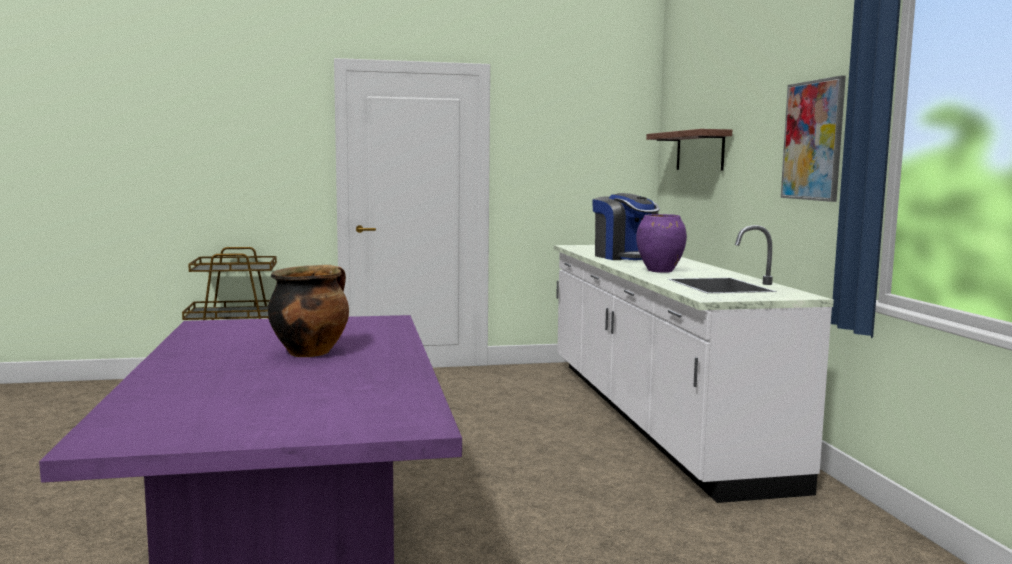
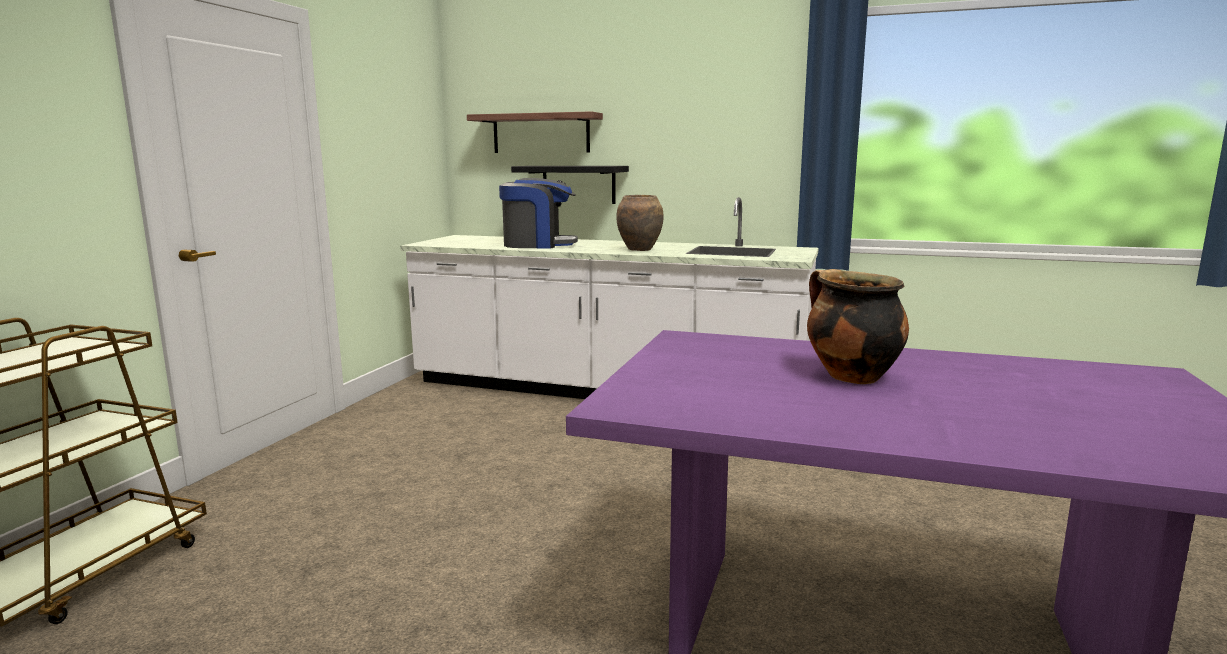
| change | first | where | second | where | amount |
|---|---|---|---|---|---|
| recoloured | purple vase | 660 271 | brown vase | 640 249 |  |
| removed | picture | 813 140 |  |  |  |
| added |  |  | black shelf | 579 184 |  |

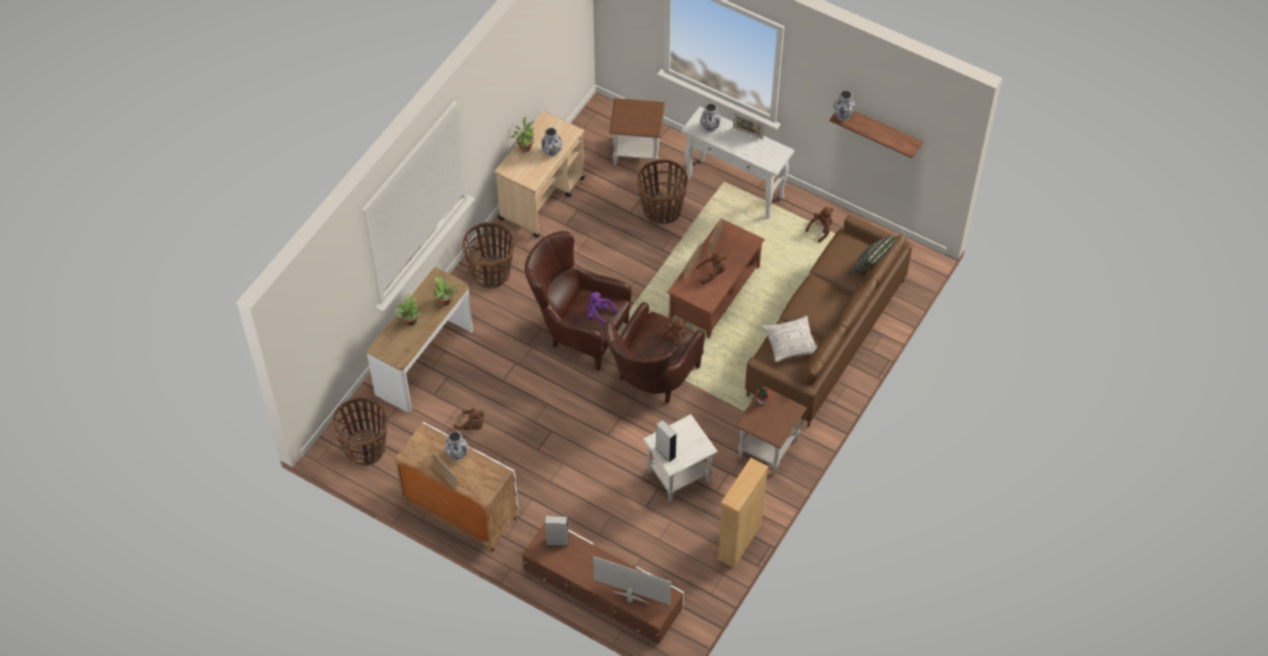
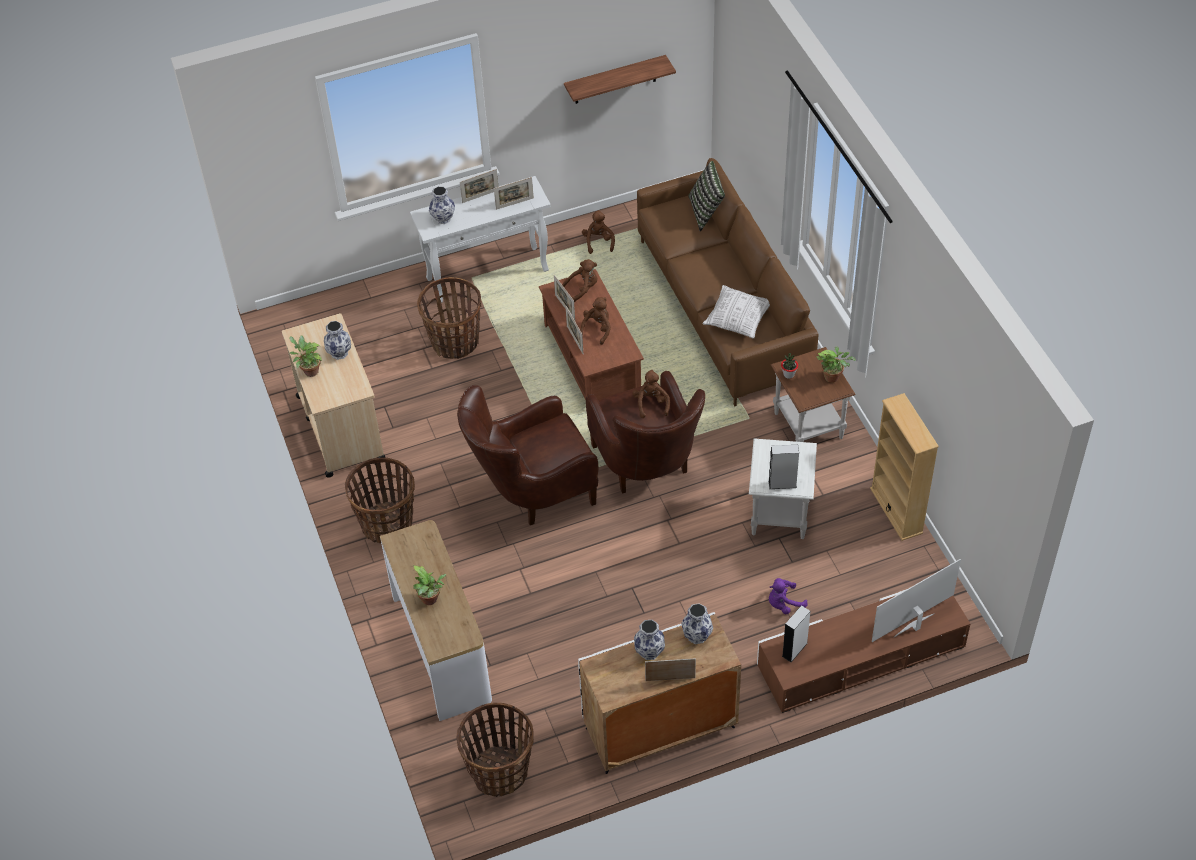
| change | first | where | second | where | amount |
|---|---|---|---|---|---|
| moved | potted plant | 445 302 |  | 833 377 |  |
| moved | brown plush toy | 472 425 |  | 583 288 |  |
| moved | purple plush toy | 599 314 |  | 784 604 |  |
| removed | brown side table | 637 152 |  |  |  |
| moved | vase | 843 115 |  | 696 636 |  |
| added |  |  | picture frame | 514 203 |  |

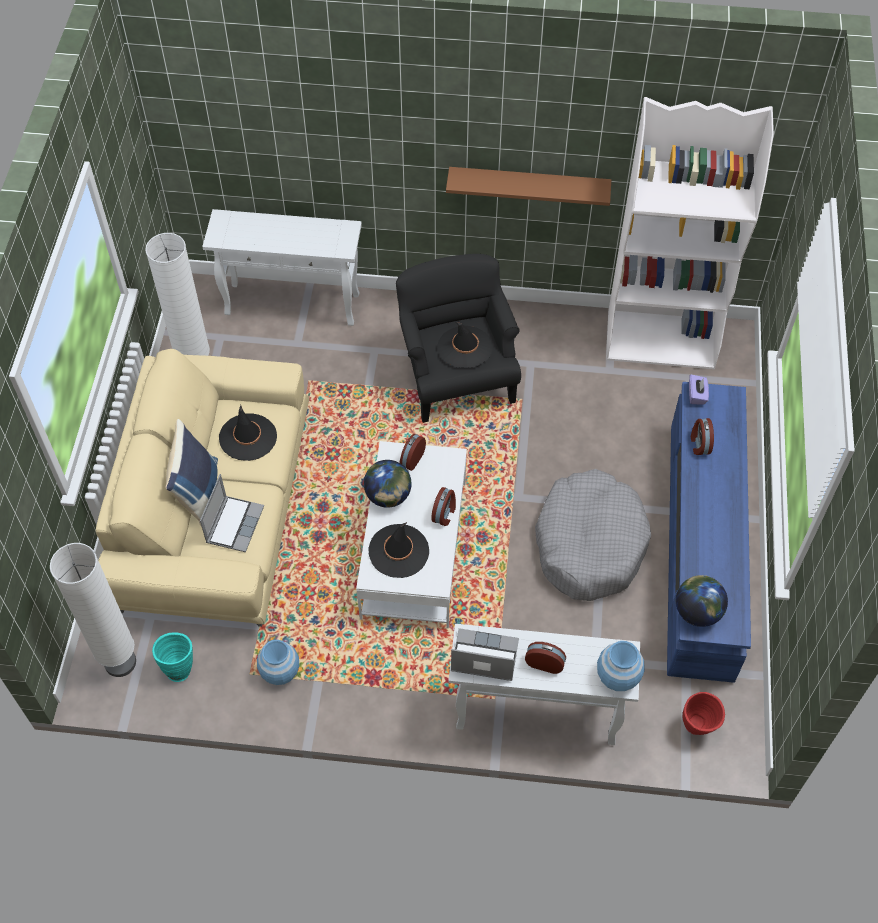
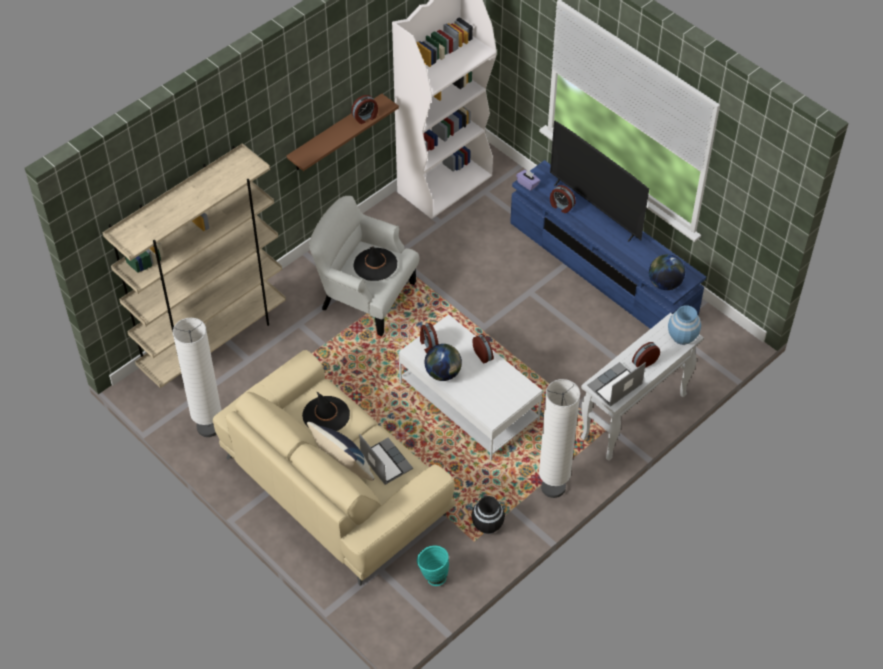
| change | first | where | second | where | amount |
|---|---|---|---|---|---|
| moved | white floor lamp | 120 662 |  | 553 487 |  |
| replaced | white console table | 293 304 | beige bookcase | 214 341 |  |
| recoloured | blue vase | 280 671 | black vase | 487 524 |  |
| removed | black hat | 399 551 |  |  |  |
| recoloured | black armchair | 456 376 | white armchair | 365 296 |  |
| removed | grey dog bed | 589 543 |  |  |  |
| removed | red vase | 697 729 |  |  |  |
| added |  |  | alarm clock | 365 117 |  |
| added |  |  | television | 595 209 |  |

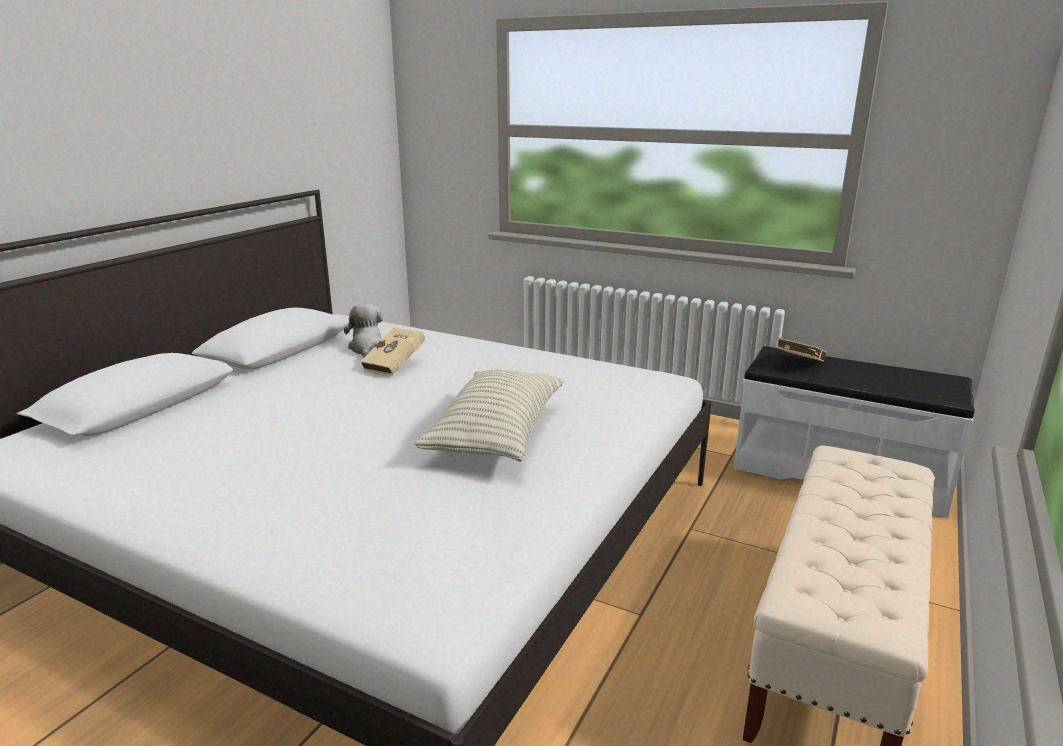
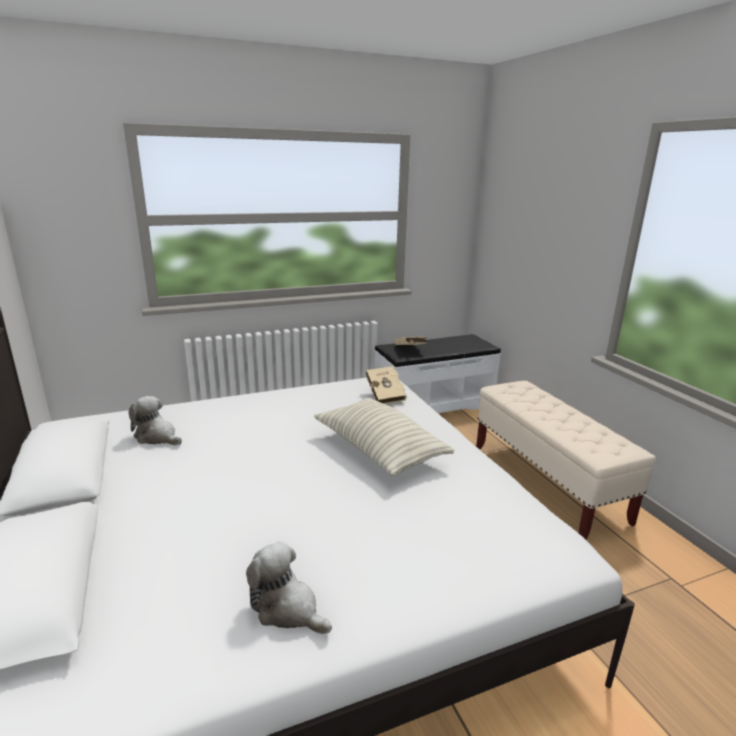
| change | first | where | second | where | amount |
|---|---|---|---|---|---|
| moved | beige book | 397 365 |  | 385 395 |  |
| added |  |  | plush toy | 287 608 |  |

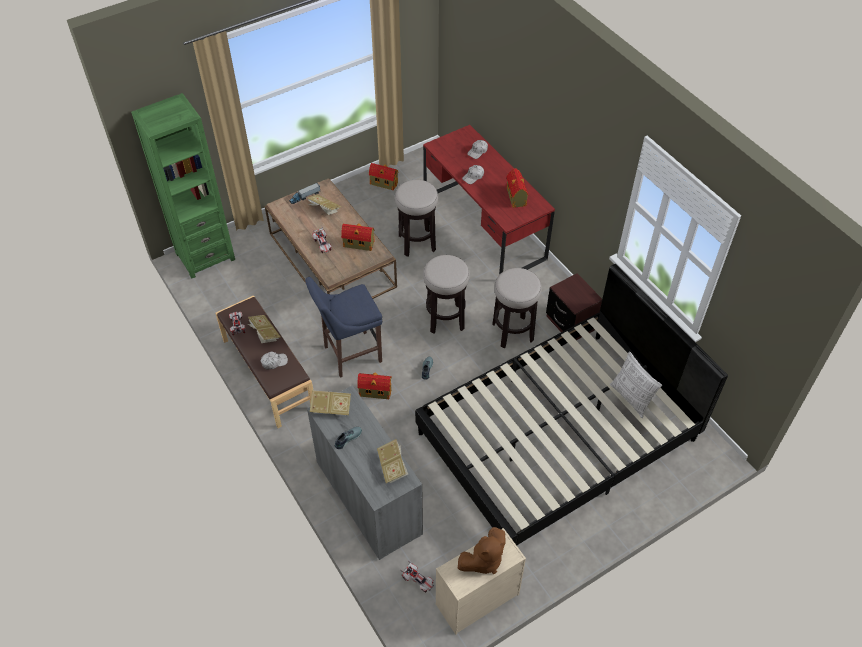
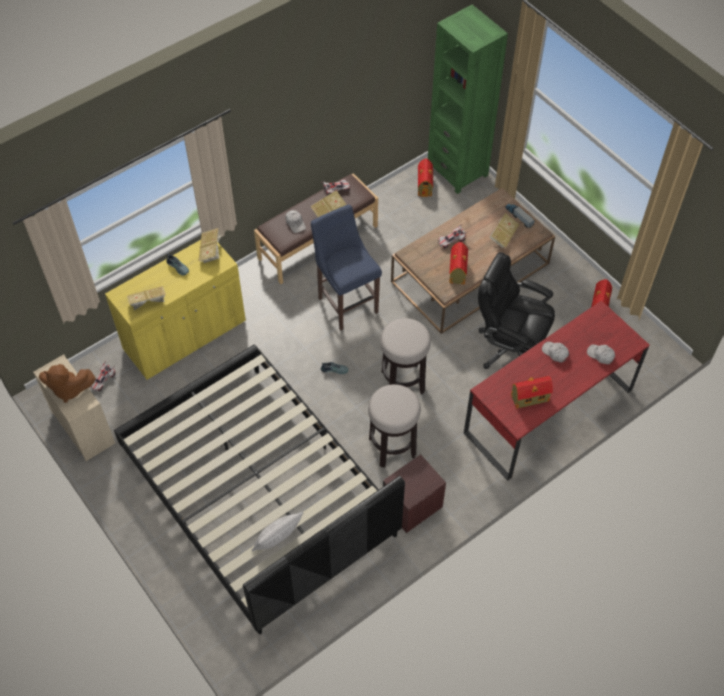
| change | first | where | second | where | amount |
|---|---|---|---|---|---|
| recoloured | grey cabinet | 369 498 | yellow cabinet | 185 336 |  |
| moved | toy house | 374 391 |  | 424 185 |  |
| replaced | stool | 417 243 | black office chair | 510 347 |  |
| turned | brown plush toy | 483 560 |  | 68 389 | 45 degrees counterclockwise |

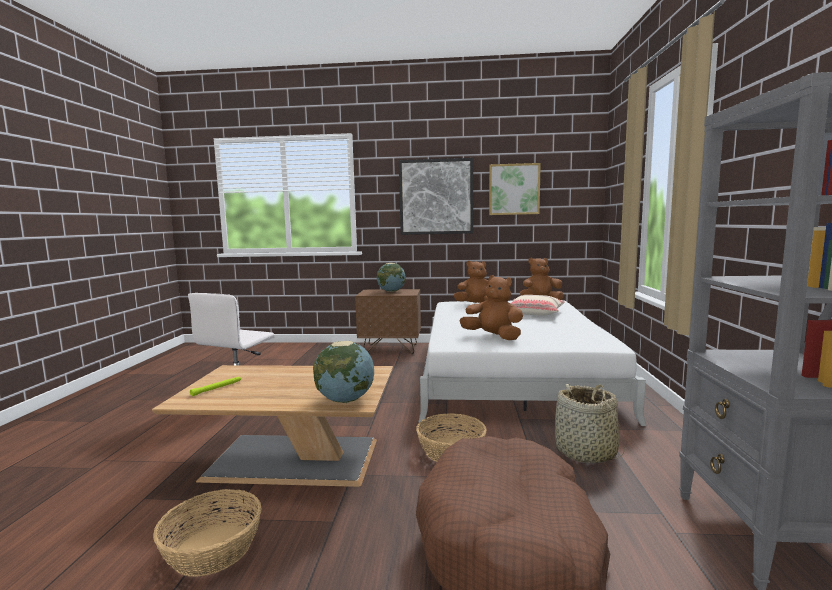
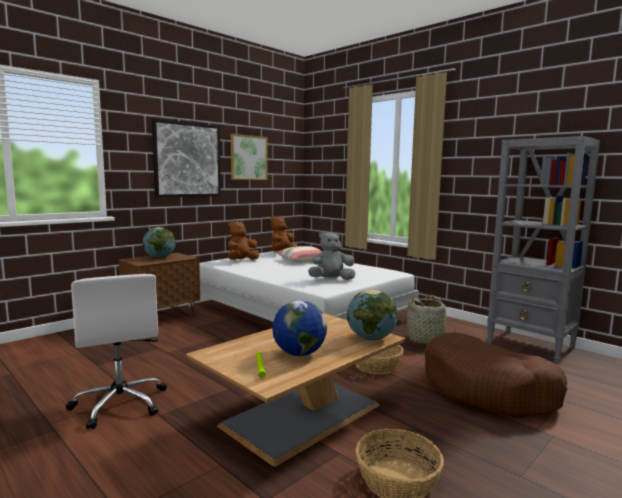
| change | first | where | second | where | amount |
|---|---|---|---|---|---|
| recoloured | brown plush toy | 493 337 | grey plush toy | 331 280 |  |
| added |  |  | globe | 299 354 |  |

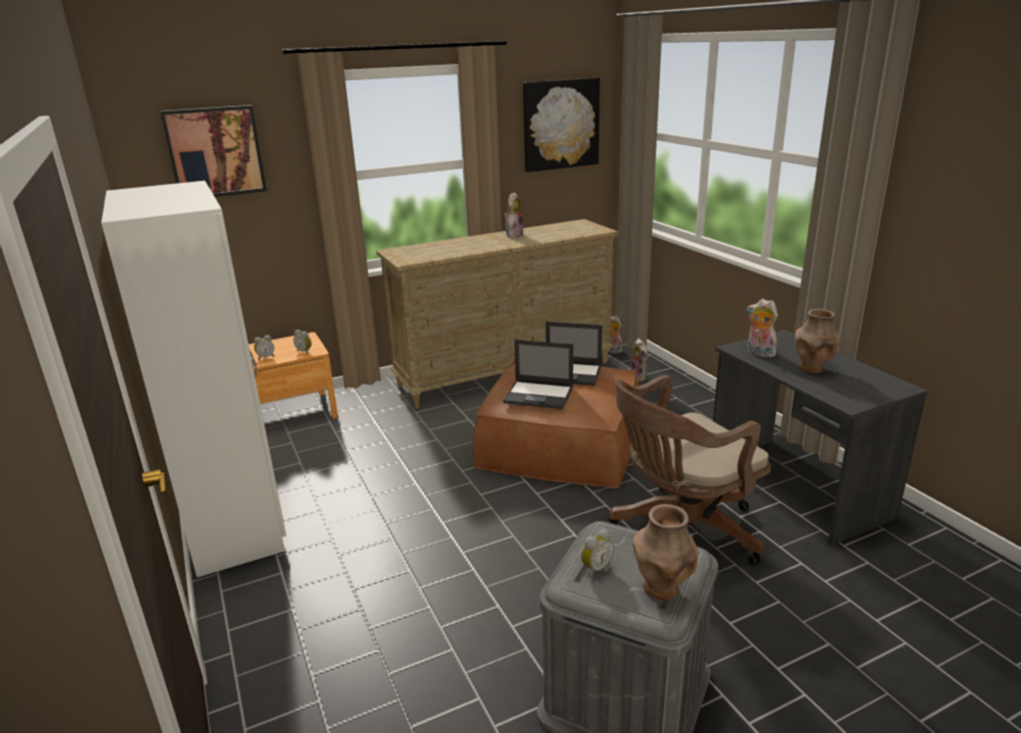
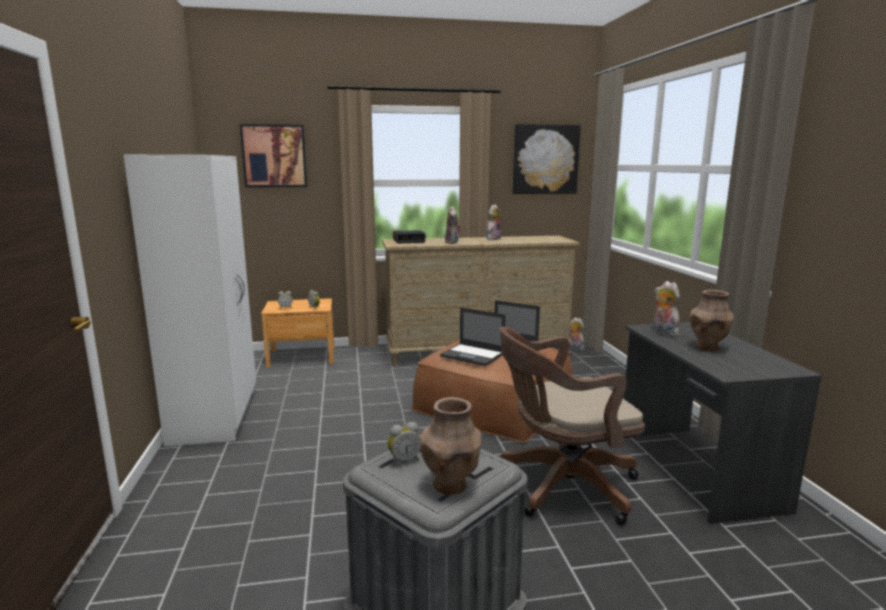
| change | first | where | second | where | amount |
|---|---|---|---|---|---|
| moved | plush toy | 639 377 |  | 453 242 |  |
| added |  |  | alarm clock | 409 241 |  |

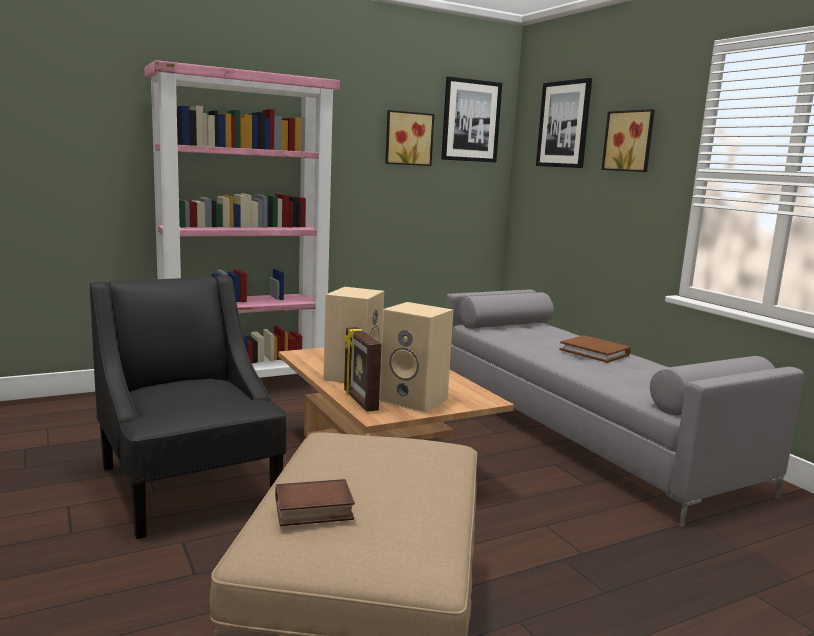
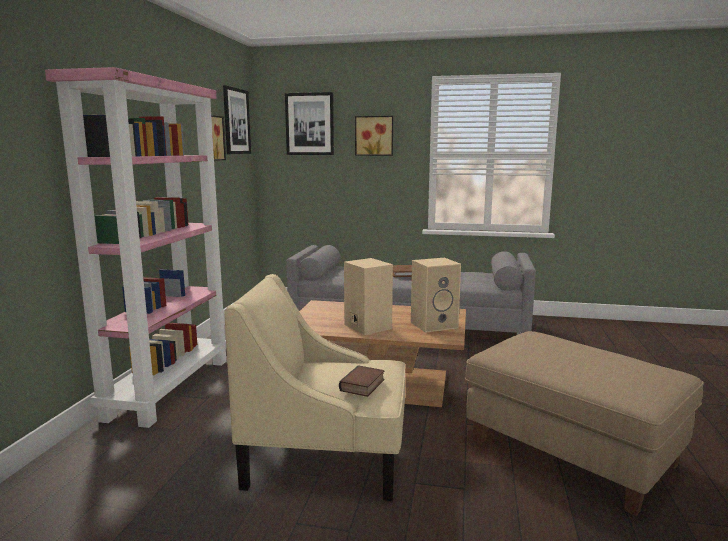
| change | first | where | second | where | amount |
|---|---|---|---|---|---|
| recoloured | black armchair | 189 485 | beige armchair | 326 458 |  |
| moved | book | 313 511 |  | 363 386 |  |
| removed | picture frame | 359 401 |  |  |  |

